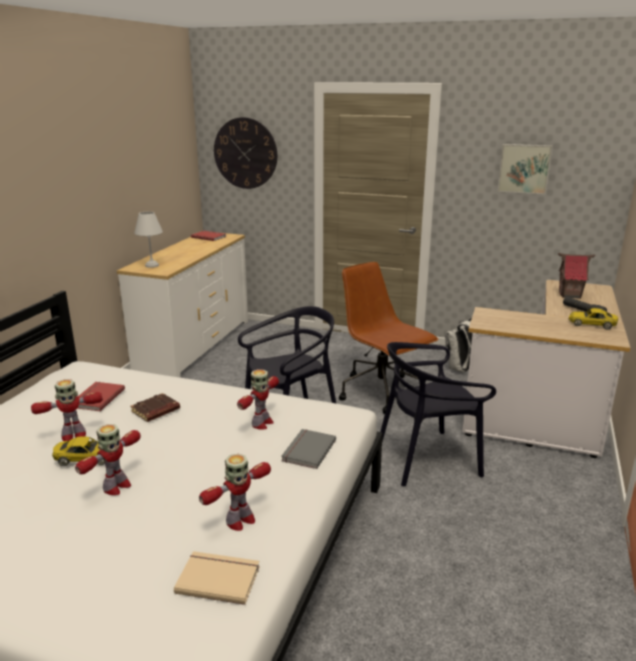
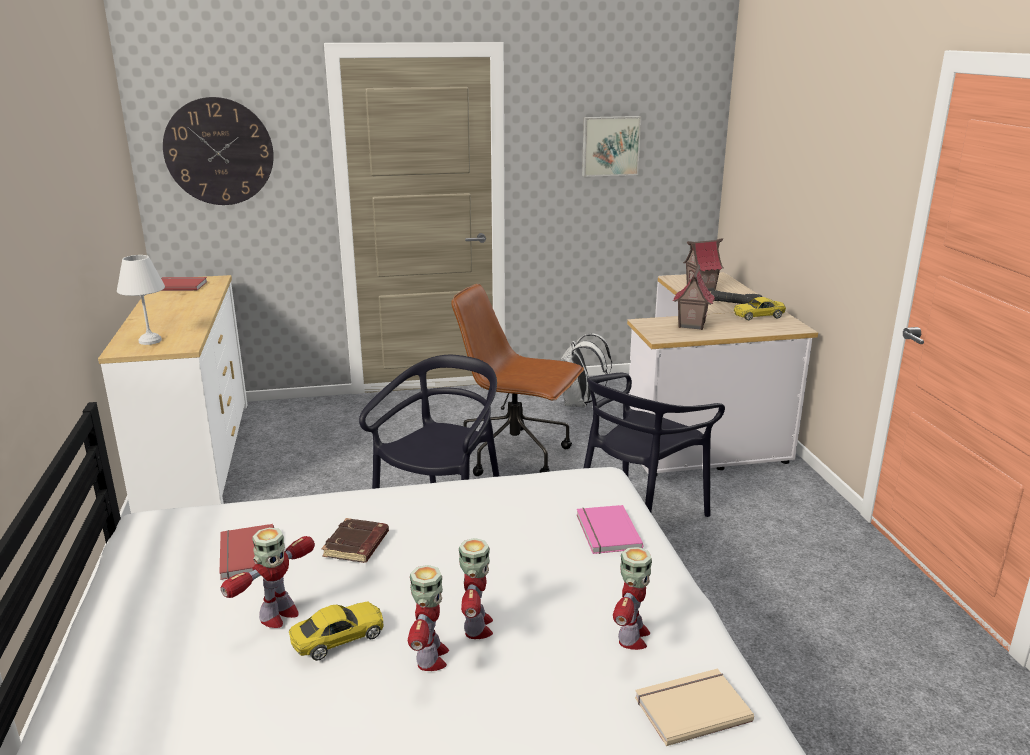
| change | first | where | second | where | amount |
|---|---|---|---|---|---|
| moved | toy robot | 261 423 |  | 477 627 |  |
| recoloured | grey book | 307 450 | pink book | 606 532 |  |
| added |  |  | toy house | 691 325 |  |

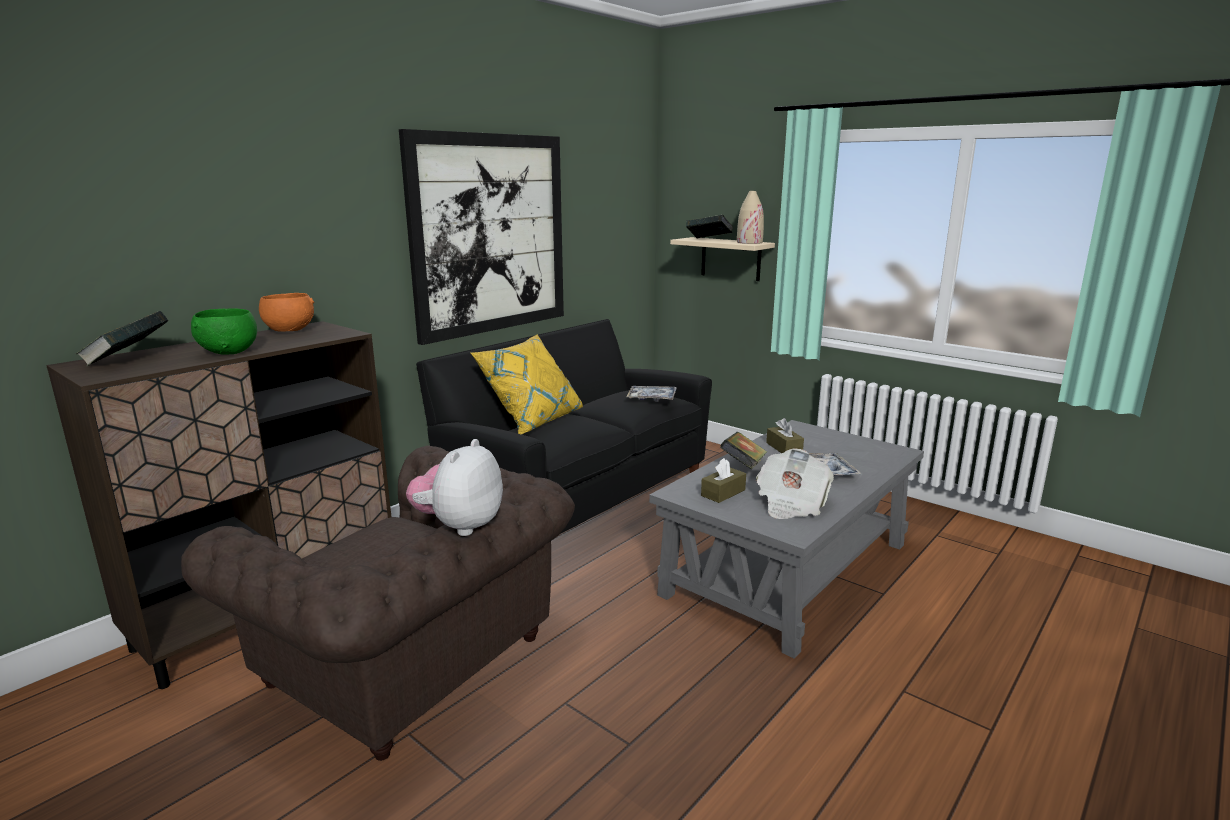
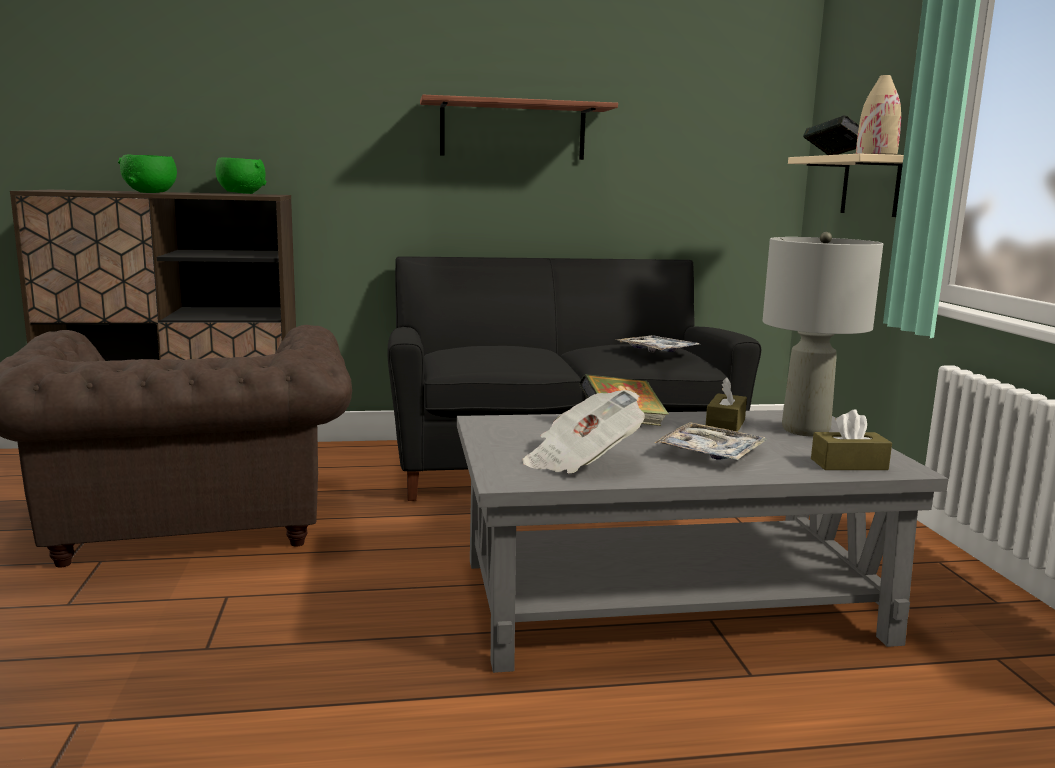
| change | first | where | second | where | amount |
|---|---|---|---|---|---|
| removed | book | 128 360 |  |  |  |
| recoloured | orange bowl | 288 330 | green bowl | 241 193 |  |
| replaced | picture | 489 234 | shelf | 513 130 |  |
| removed | plush toy | 459 526 |  |  |  |
| removed | yellow pillow | 532 420 |  |  |  |
| moved | brown tissue box | 723 493 |  | 849 464 |  |
| added |  |  | grey table lamp | 805 430 |  |

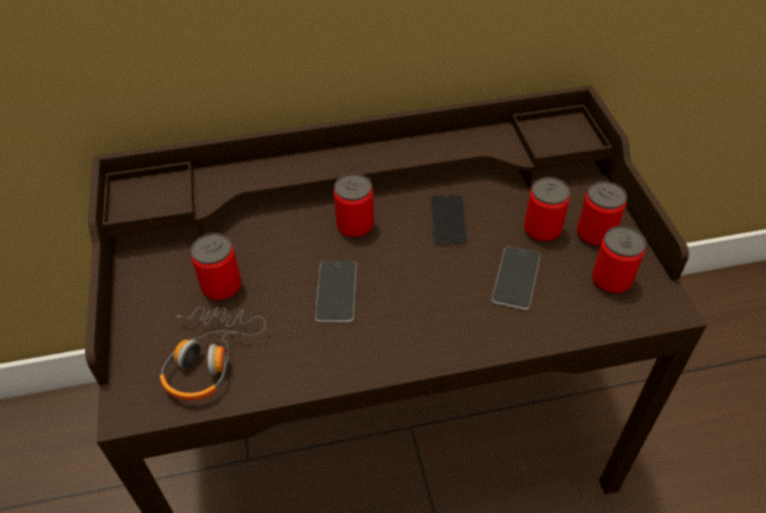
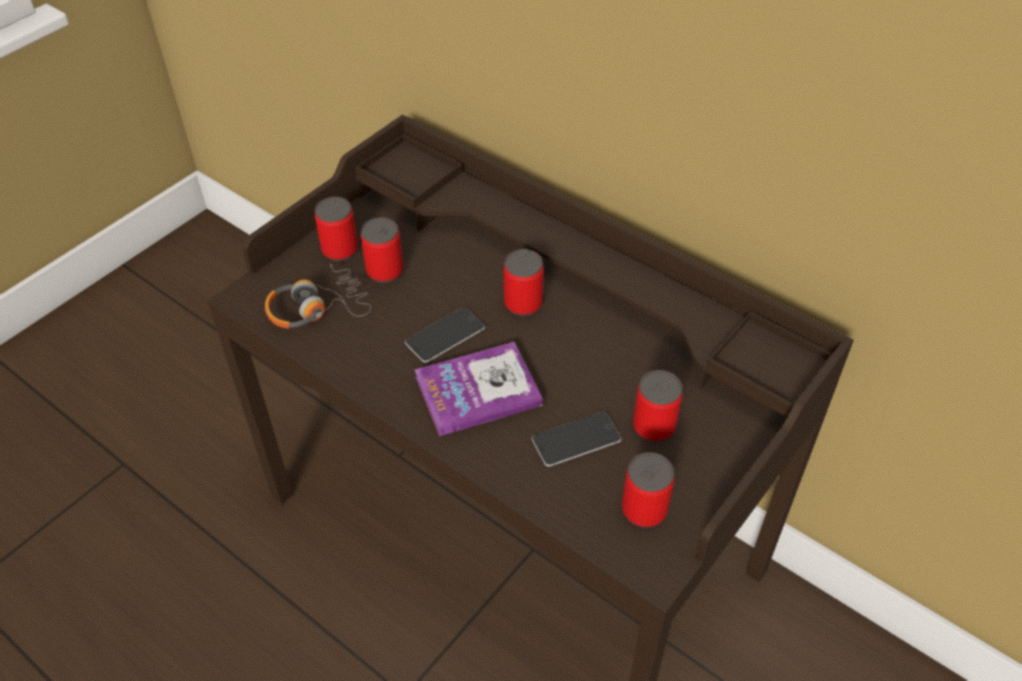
| change | first | where | second | where | amount |
|---|---|---|---|---|---|
| removed | phone | 448 220 |  |  |  |
| moved | can | 595 235 |  | 340 250 |  |
| added |  |  | book | 478 390 |  |

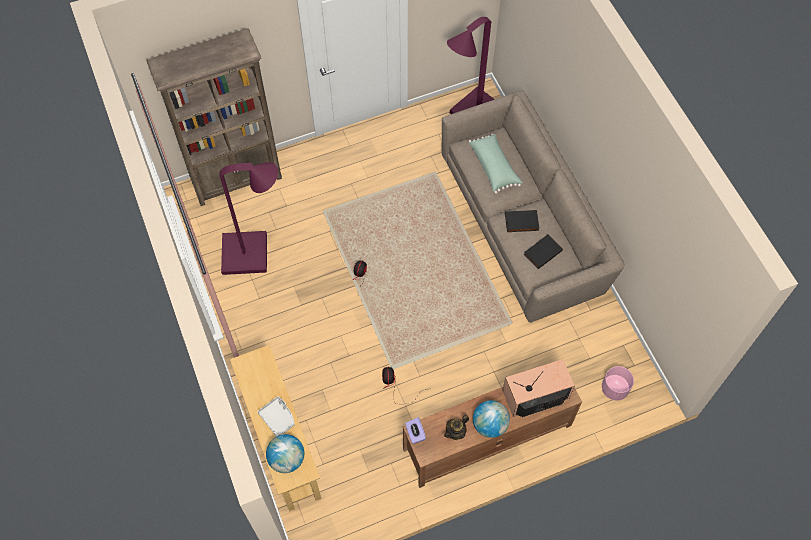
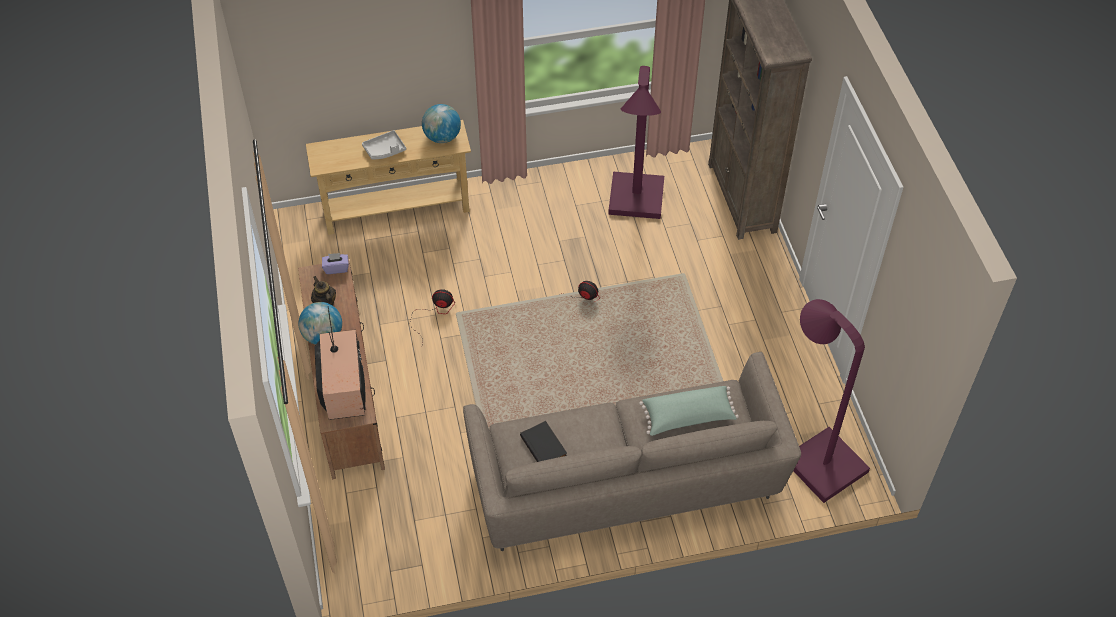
| change | first | where | second | where | amount |
|---|---|---|---|---|---|
| moved | globe | 287 459 |  | 442 137 |  |
| removed | black book | 521 223 |  |  |  |
| removed | pink planter | 614 388 |  |  |  |

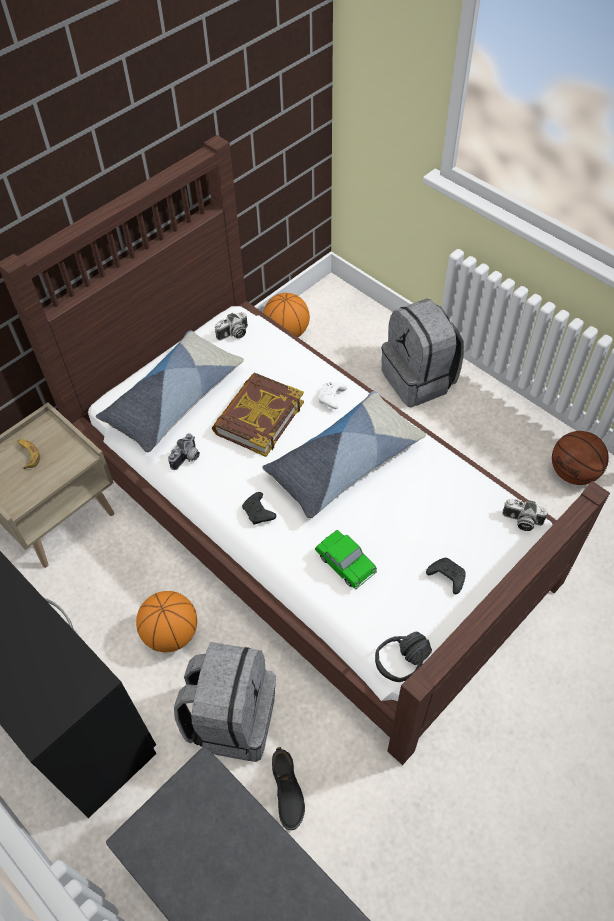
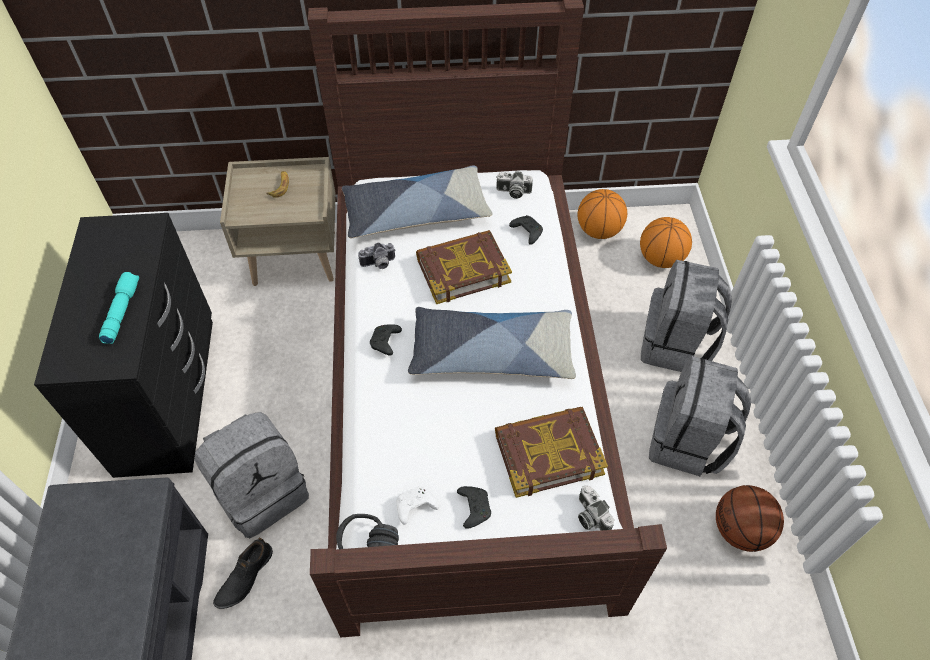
| change | first | where | second | where | amount |
|---|---|---|---|---|---|
| moved | basketball | 171 633 |  | 660 259 |  |
| removed | toy car | 345 564 |  |  |  |
| moved | white game controller | 331 398 |  | 415 507 |  |
| added |  |  | turquoise flashlight | 121 311 |  |
| added |  |  | book | 548 453 |  |
| added |  |  | black game controller | 526 232 |  |
| added |  |  | grey backpack | 688 442 |  |

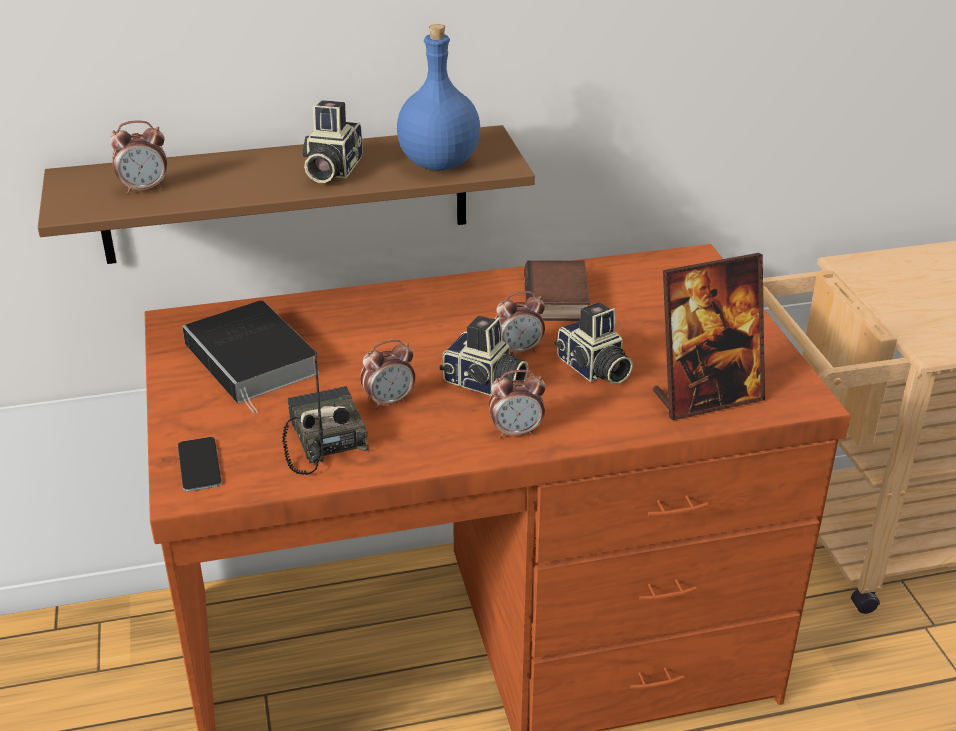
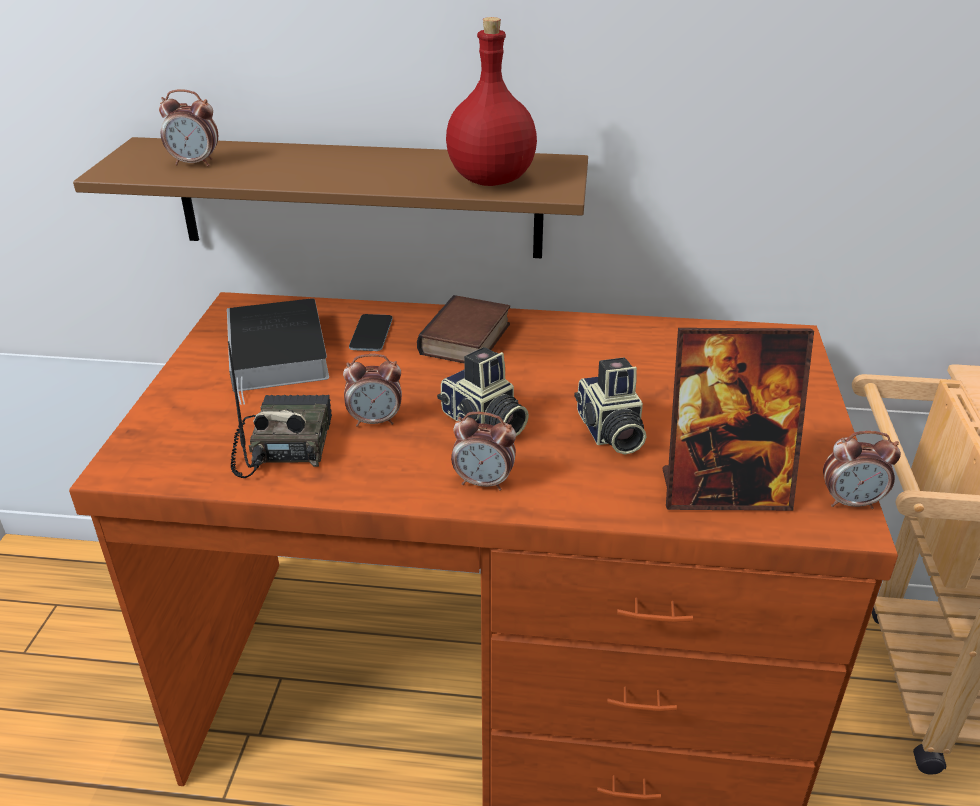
| change | first | where | second | where | amount |
|---|---|---|---|---|---|
| moved | phone | 199 465 |  | 371 333 |  |
| removed | photo camera | 331 170 |  |  |  |
| recoloured | blue bottle | 440 164 | red bottle | 491 180 |  |
| moved | alarm clock | 519 350 |  | 850 502 |  |
| moved | book | 559 300 |  | 467 340 |  |

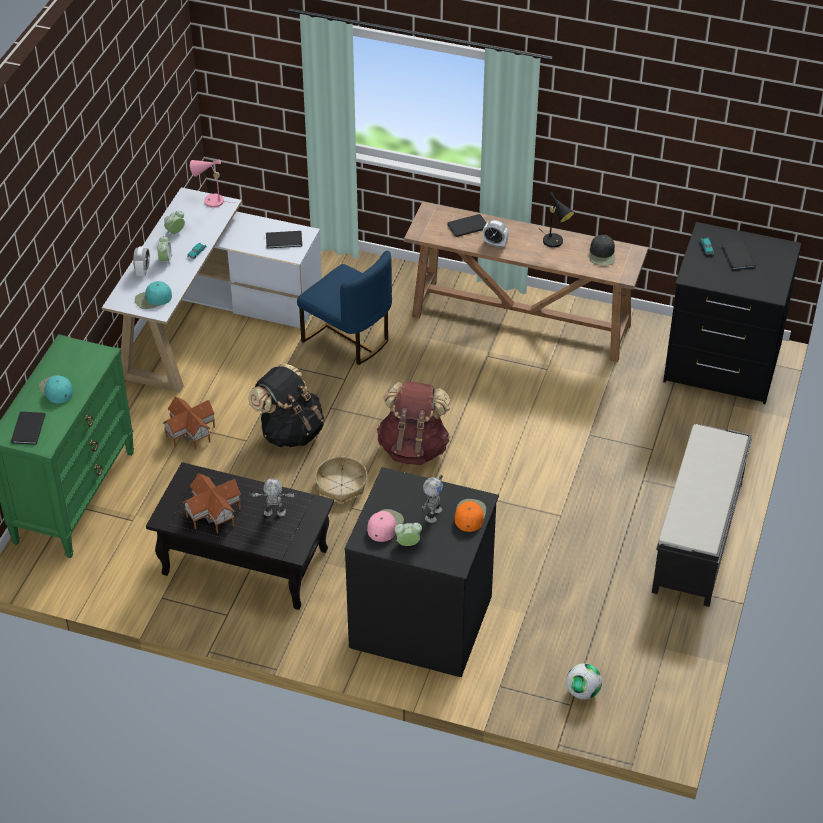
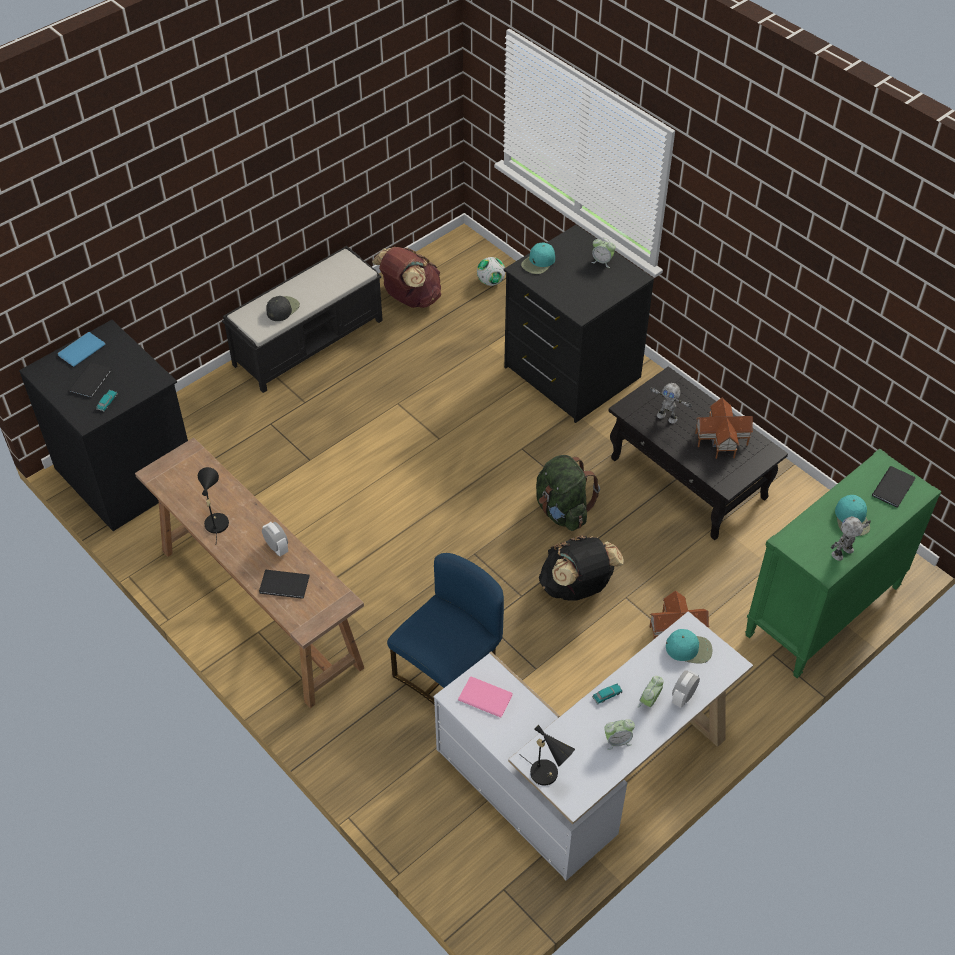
| change | first | where | second | where | amount |
|---|---|---|---|---|---|
| recoloured | pink table lamp | 210 201 | black table lamp | 548 774 |  |
| recoloured | black book | 285 240 | pink book | 484 696 |  |
| turned | blue chair | 348 339 |  | 449 672 | 60 degrees clockwise |
| replaced | basket | 341 485 | green backpack | 562 511 |  |
| removed | pink cap | 385 525 |  |  |  |
| moved | brown backpack | 414 448 |  | 410 298 |  |
| moved | toy robot | 432 514 |  | 843 553 |  |
| recoloured | orange cap | 469 515 | turquoise cap | 538 262 |  |
| moved | black cap | 602 254 |  | 282 309 |  |
| added |  |  | blue book | 80 350 |  |

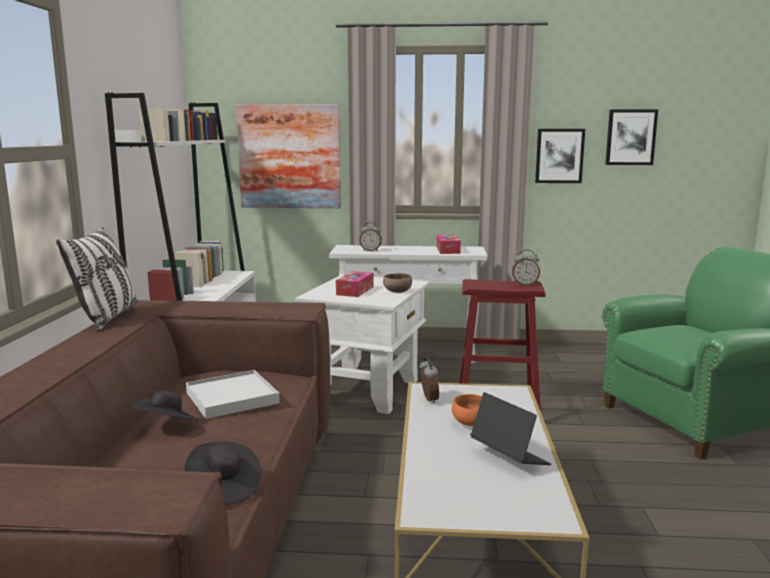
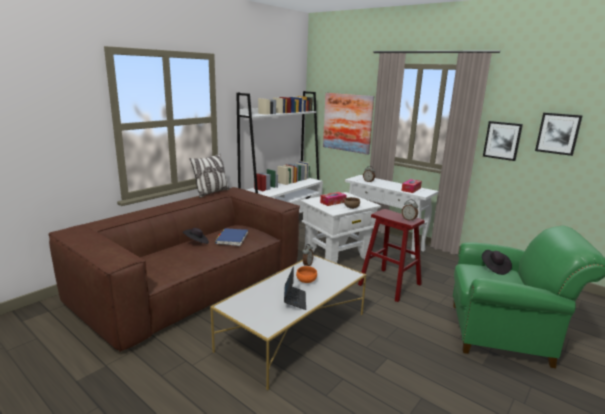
| change | first | where | second | where | amount |
|---|---|---|---|---|---|
| moved | black hat | 223 488 |  | 494 268 |  |
| replaced | white tray | 232 398 | blue book | 232 239 |  |

